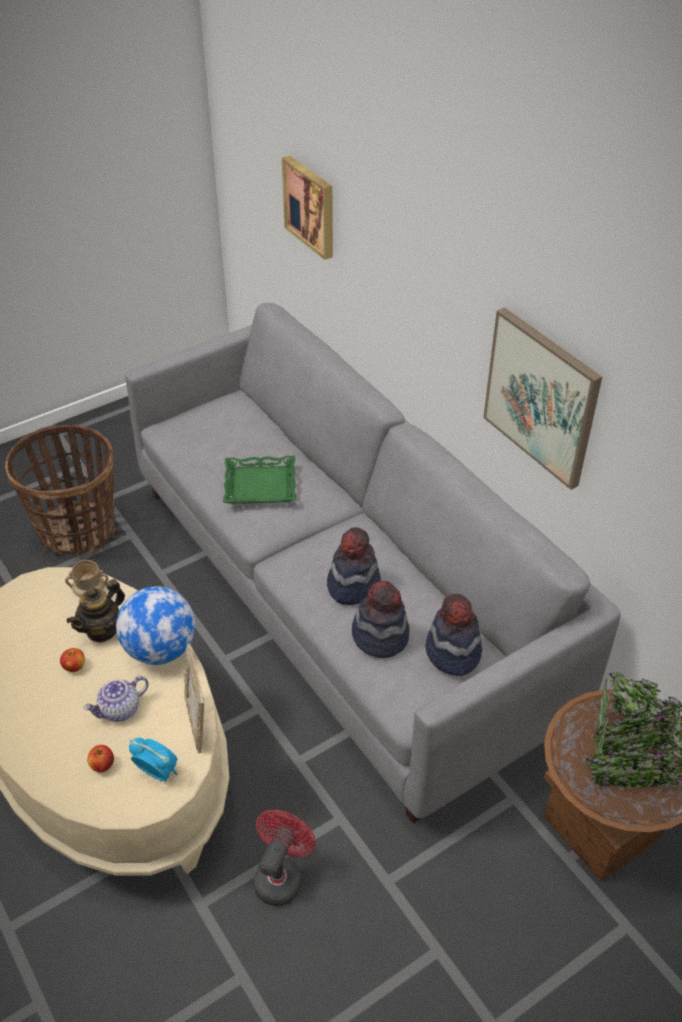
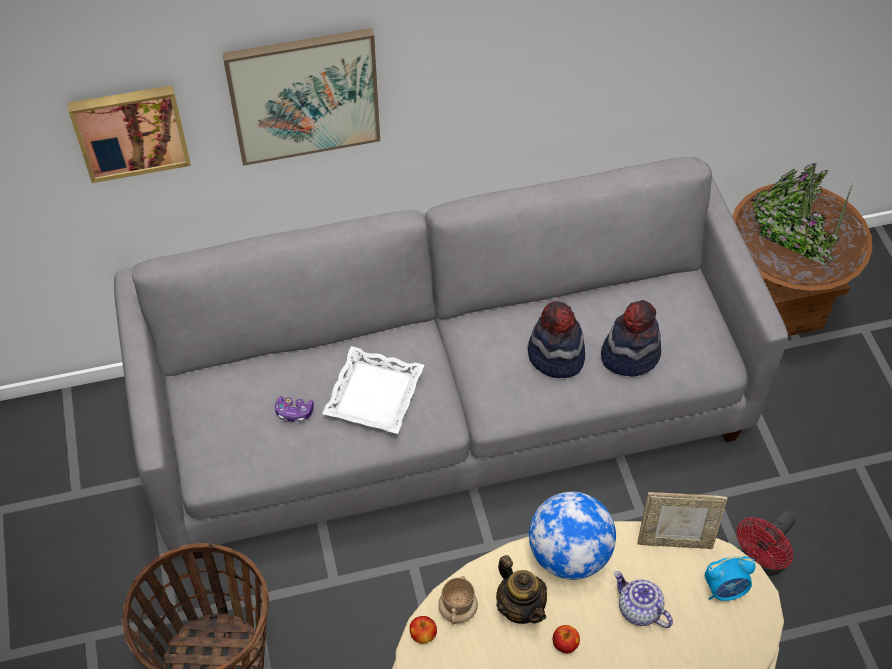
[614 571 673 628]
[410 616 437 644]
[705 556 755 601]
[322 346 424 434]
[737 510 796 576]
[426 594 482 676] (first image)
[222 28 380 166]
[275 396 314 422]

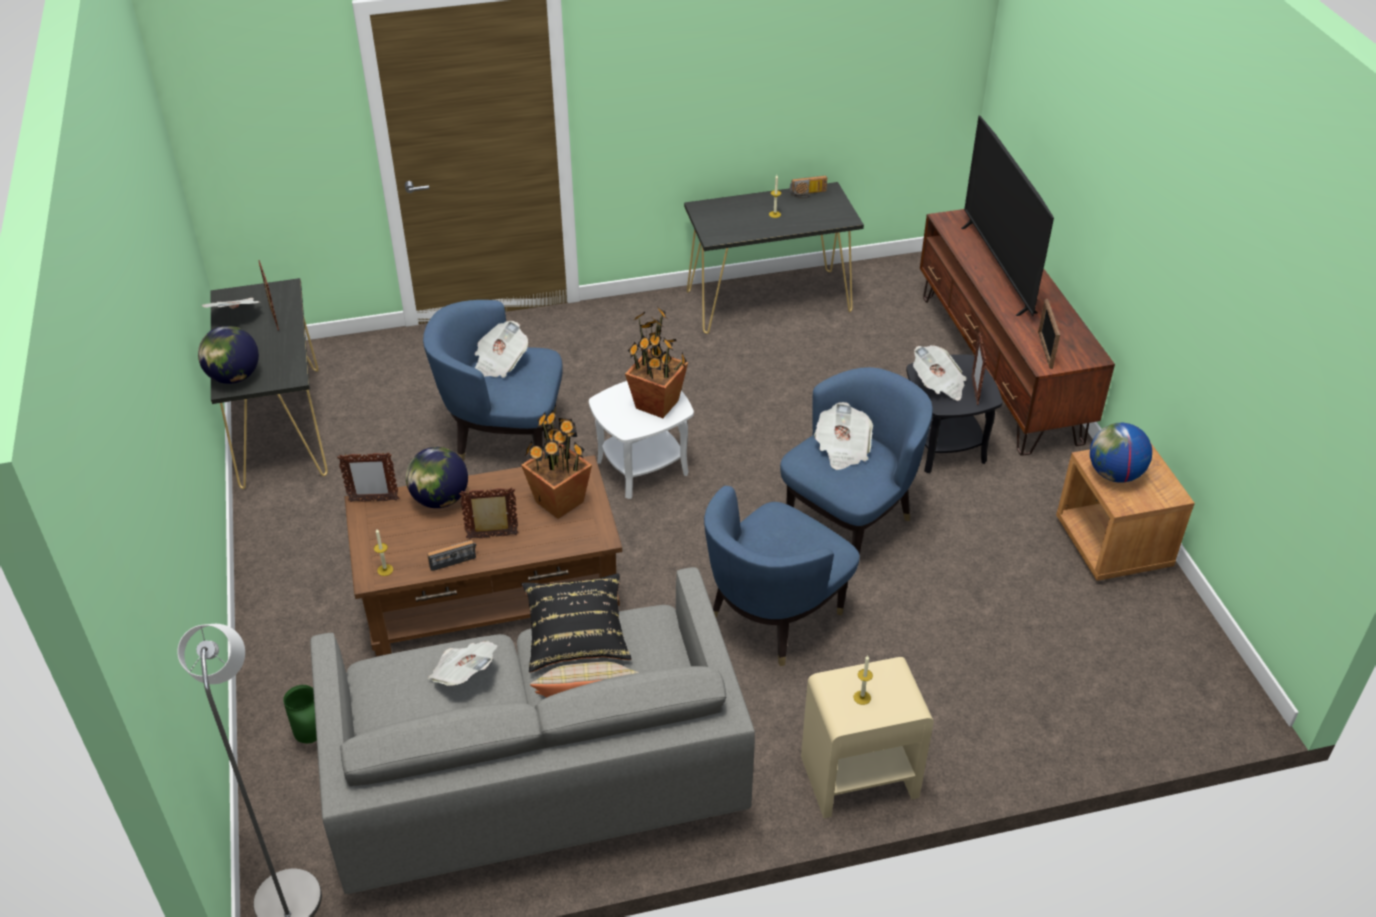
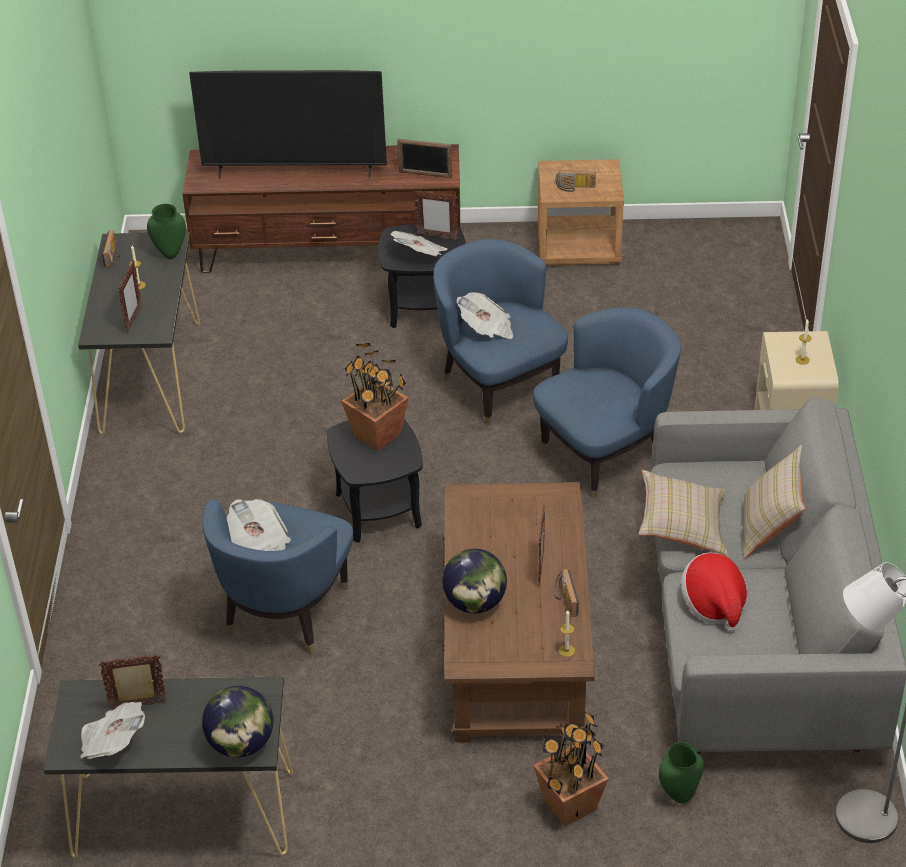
[118 260 142 333]
[681 553 747 632]
[533 710 609 827]
[639 470 728 556]
[327 419 423 543]
[533 307 681 498]
[555 170 596 192]
[147 204 186 259]

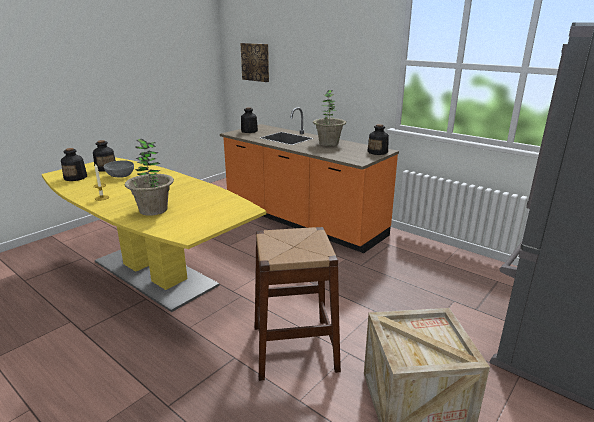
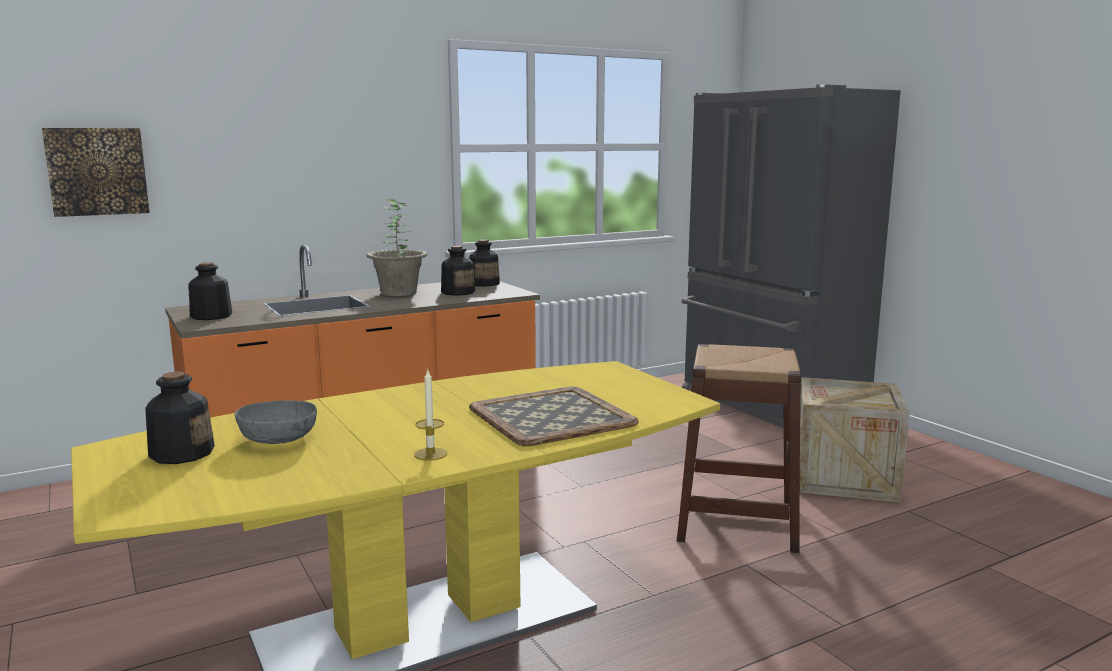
[441 246 475 296]
[469 387 638 446]

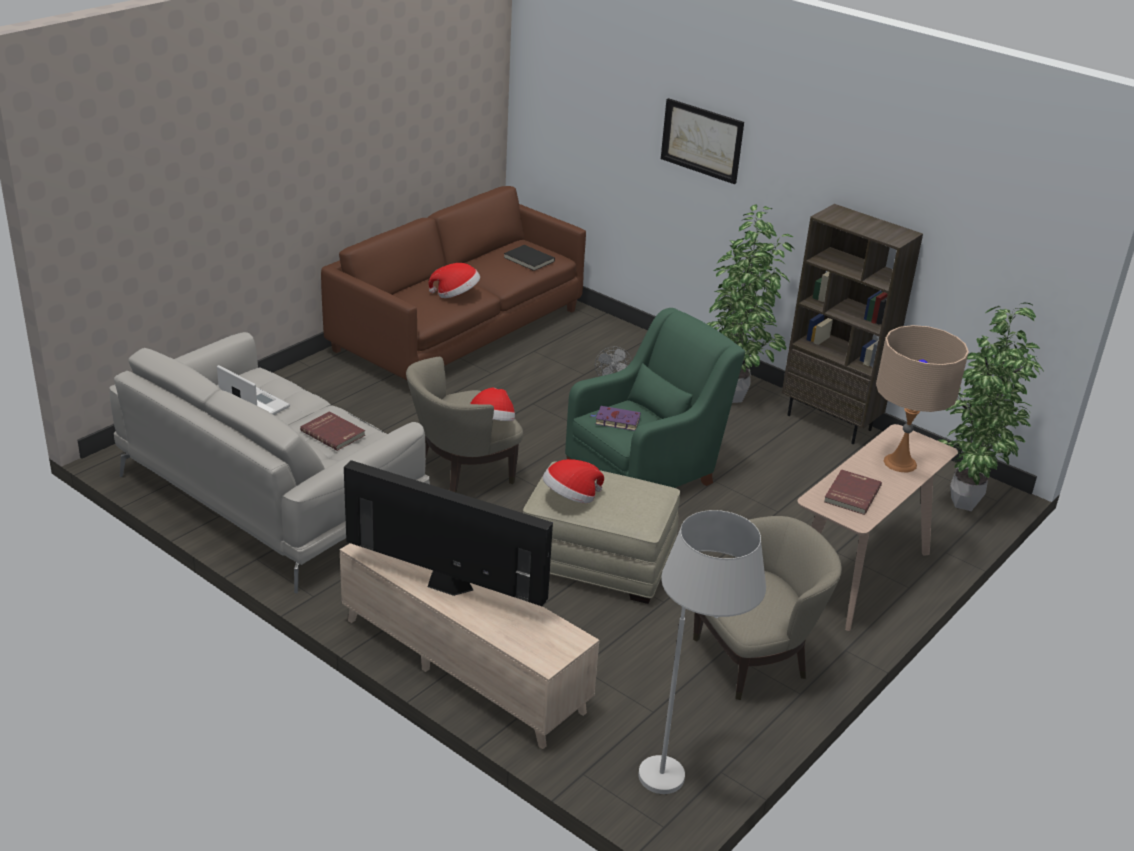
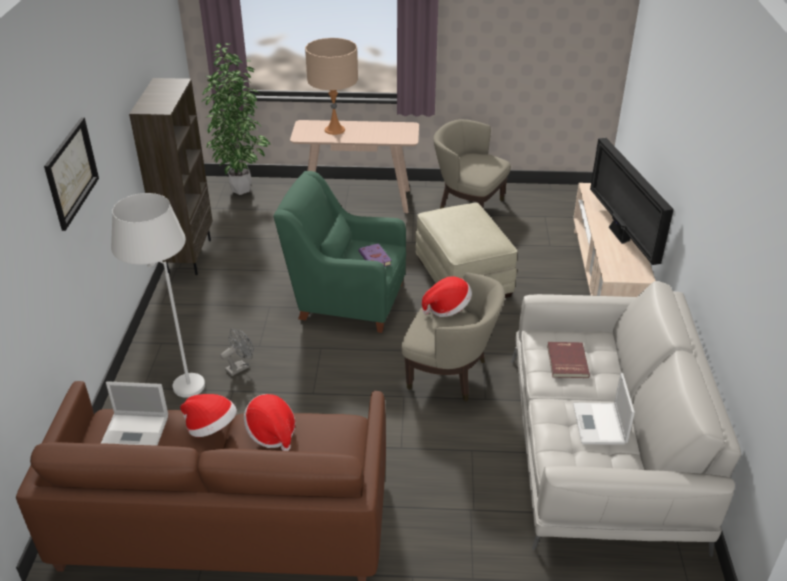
[100 381 168 446]
[180 394 237 437]
[111 193 205 398]
[707 204 794 403] (first image)
[824 469 882 515] (first image)

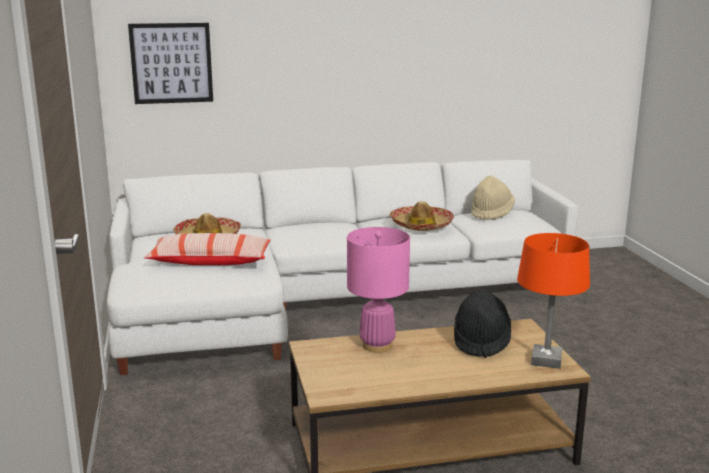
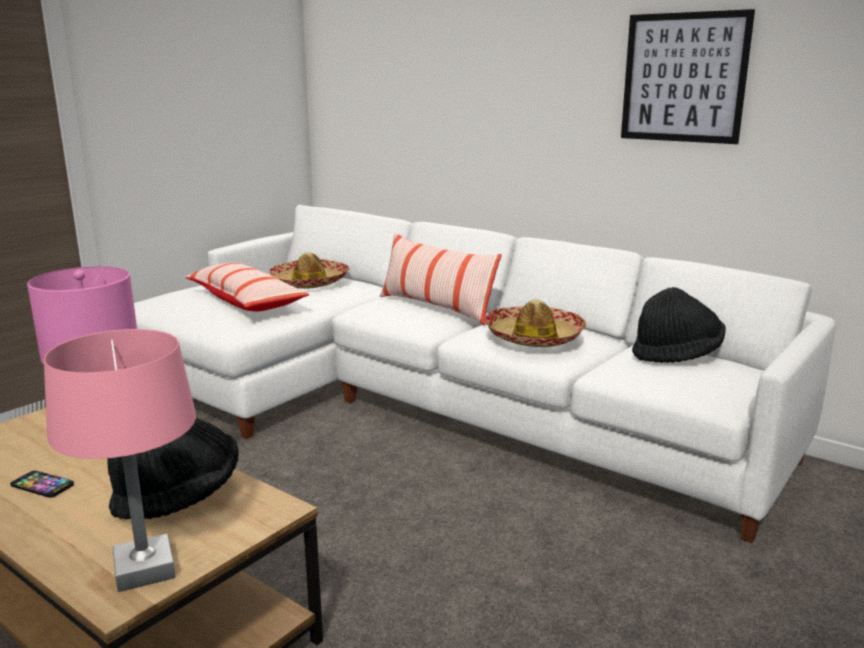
[621 9 755 144]
[632 287 726 363]
[44 329 196 592]
[10 470 74 498]
[380 232 502 325]

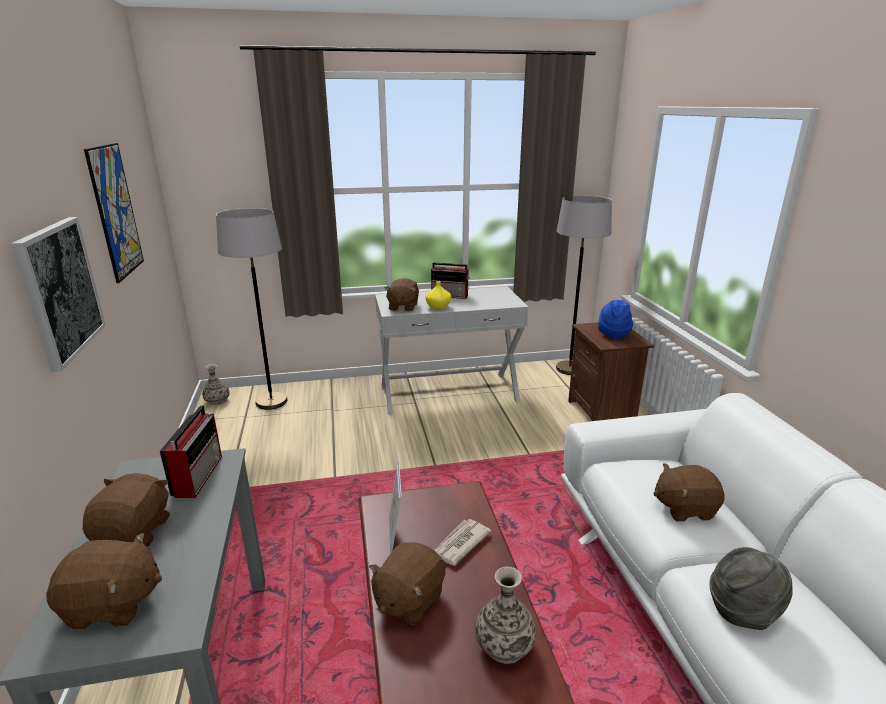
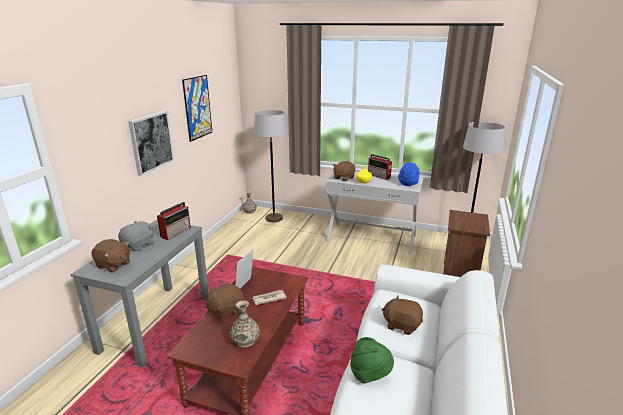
[118 221 154 251]
[398 162 419 186]
[350 337 394 384]

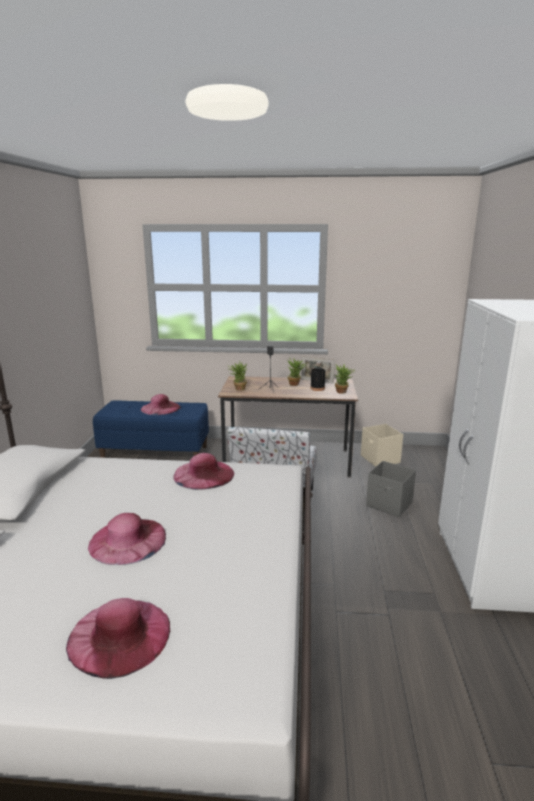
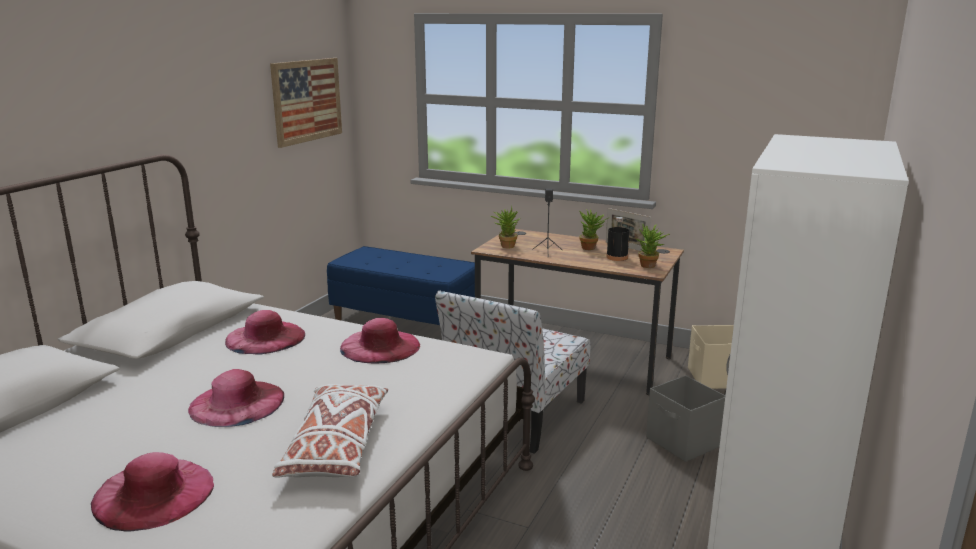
[225 310 305 354]
[270 58 342 148]
[272 384 388 478]

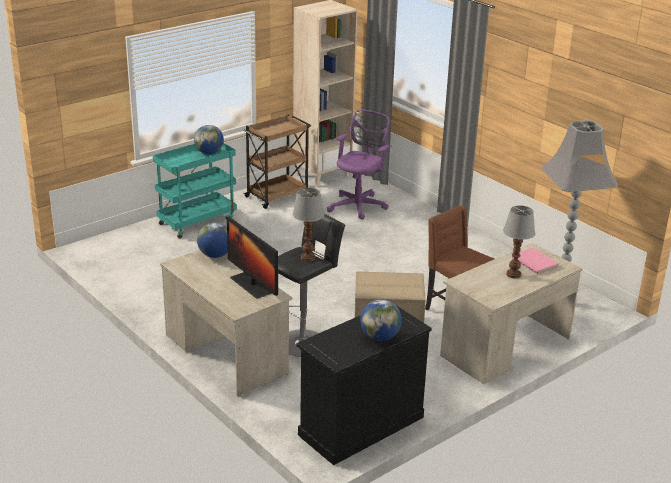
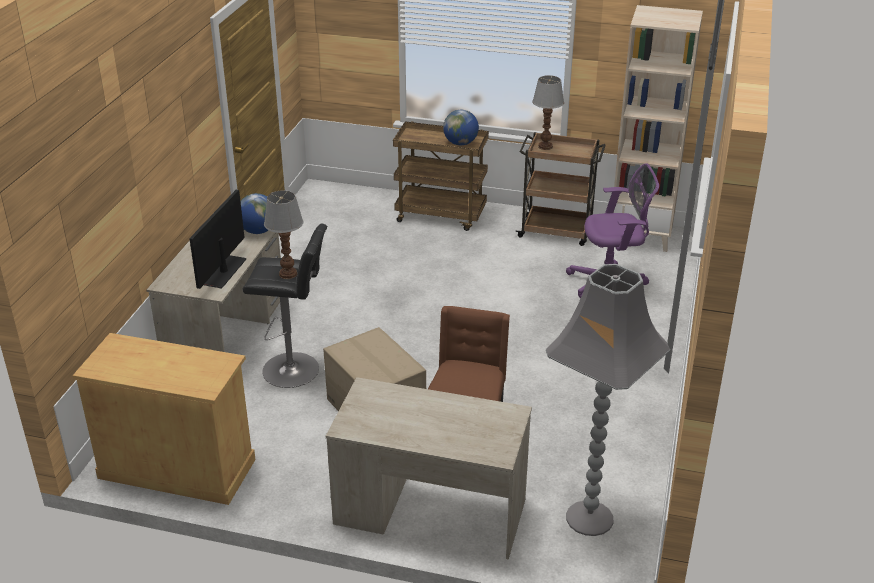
[393 121 489 231]
[73 333 255 505]
[360 299 402 341] (first image)
[532 75 564 150]
[512 248 559 275] (first image)

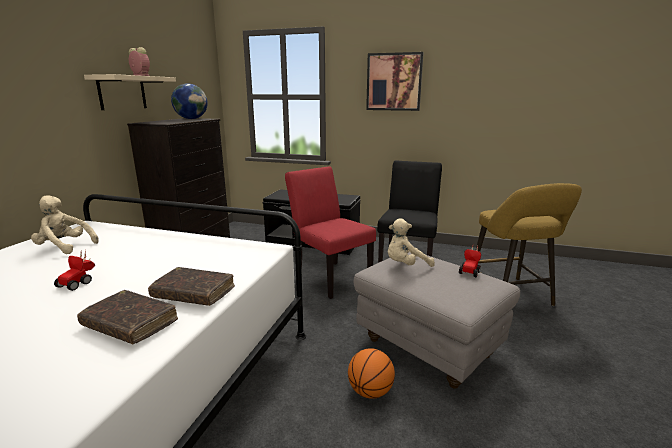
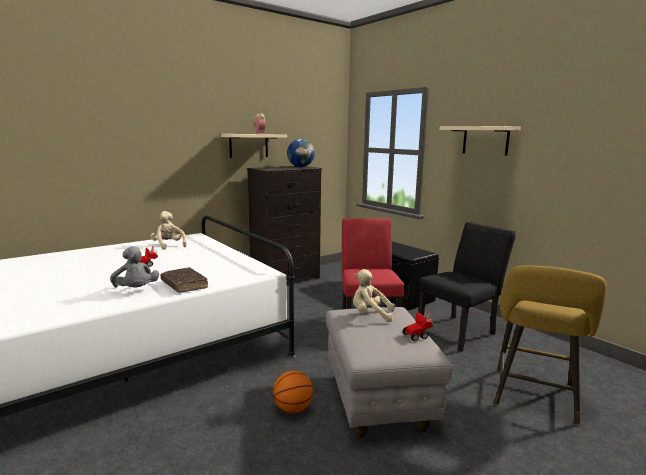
[110 246 159 288]
[439 126 521 156]

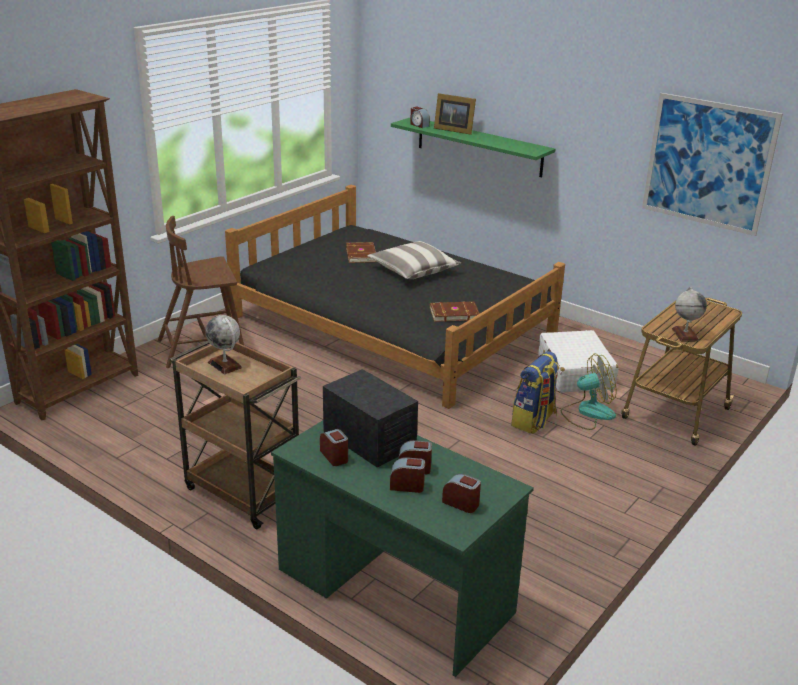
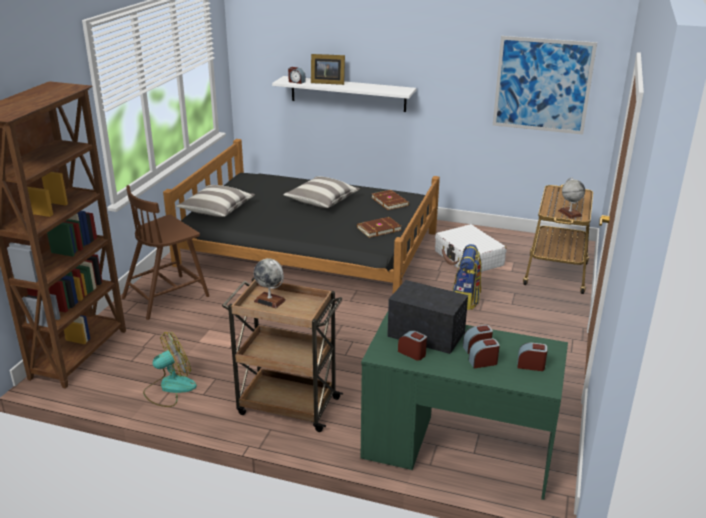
[371 190 409 210]
[272 76 416 112]
[143 332 197 407]
[176 185 255 217]

